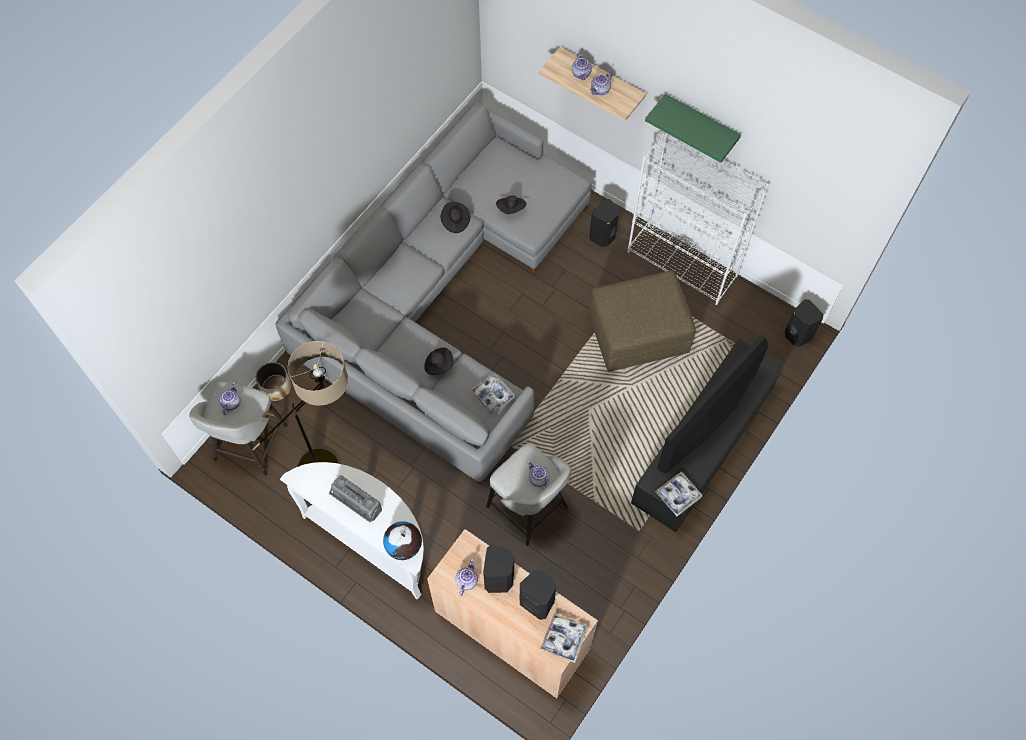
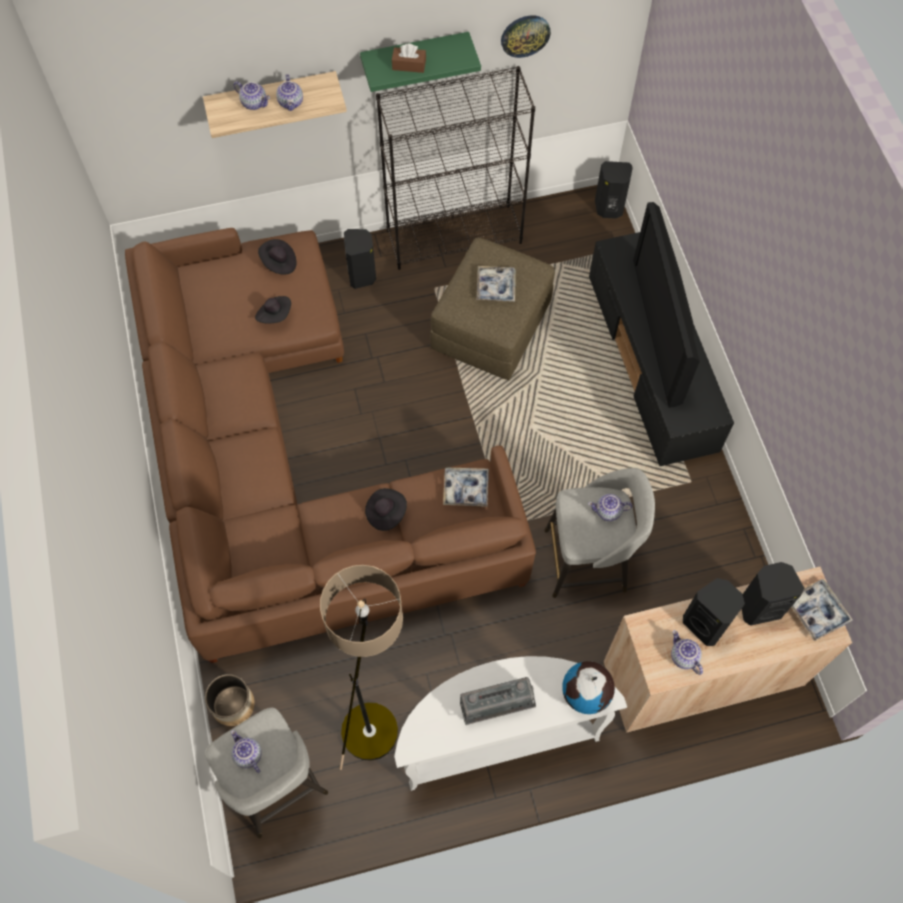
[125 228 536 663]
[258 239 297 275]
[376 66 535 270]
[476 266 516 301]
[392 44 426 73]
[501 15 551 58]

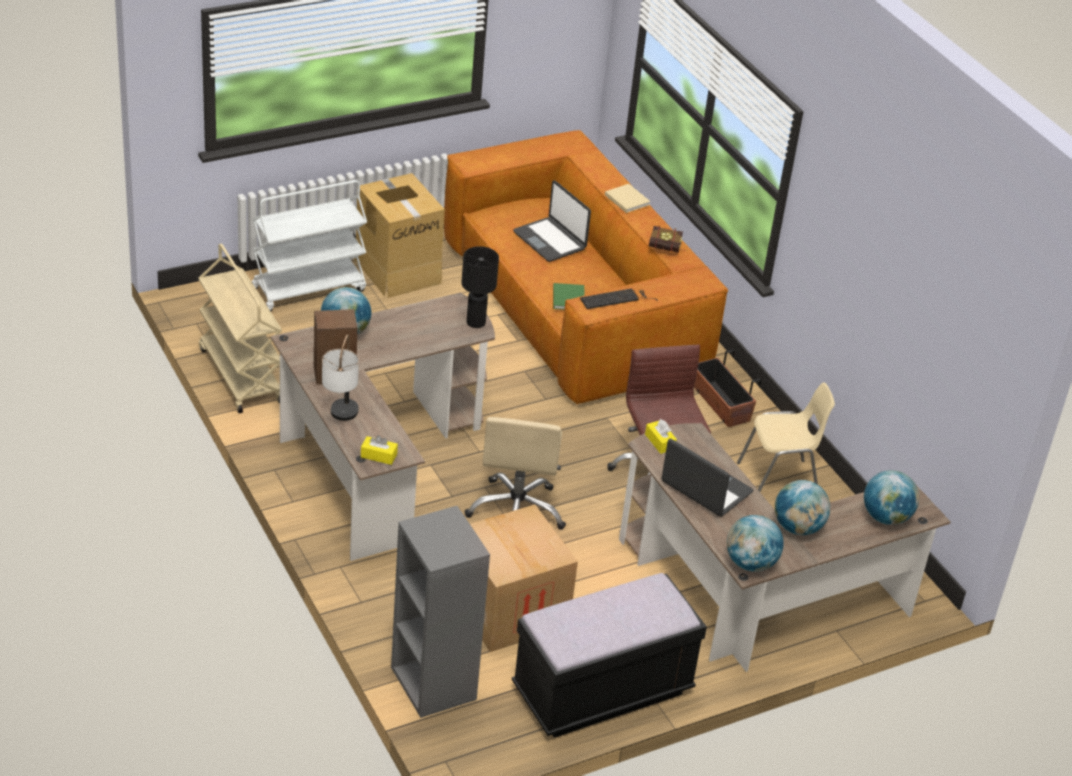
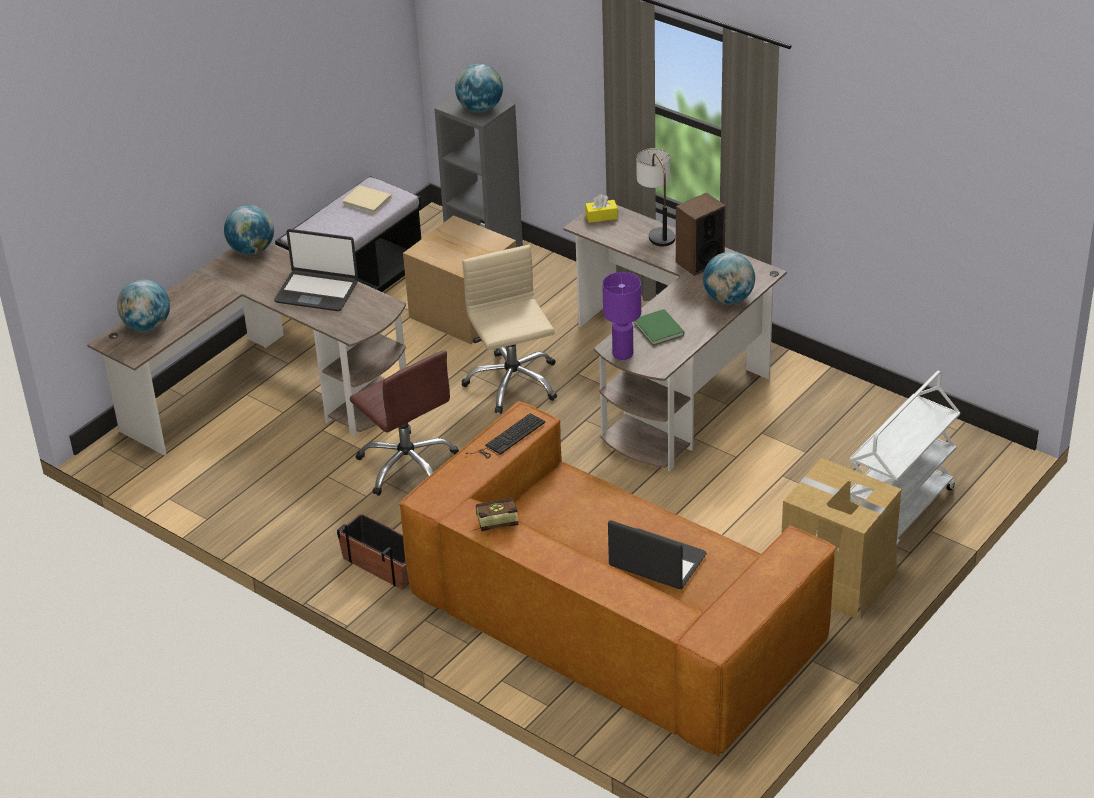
[199 244 282 413] (first image)
[602 272 641 360]
[633 309 684 345]
[342 185 392 214]
[645 419 677 454] (first image)
[737 383 835 492] (first image)
[455 64 503 112]

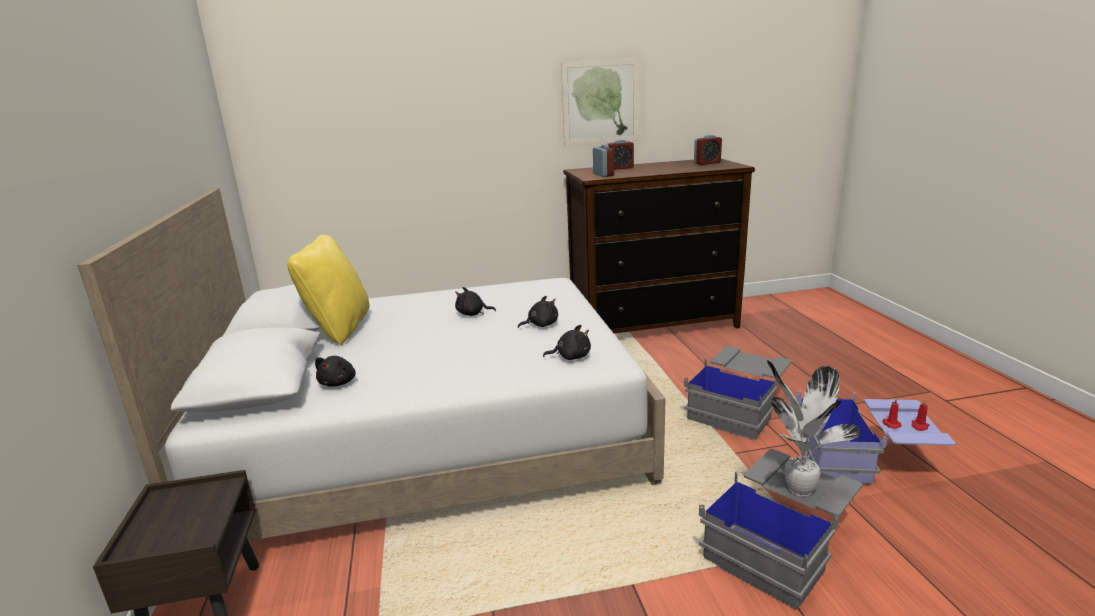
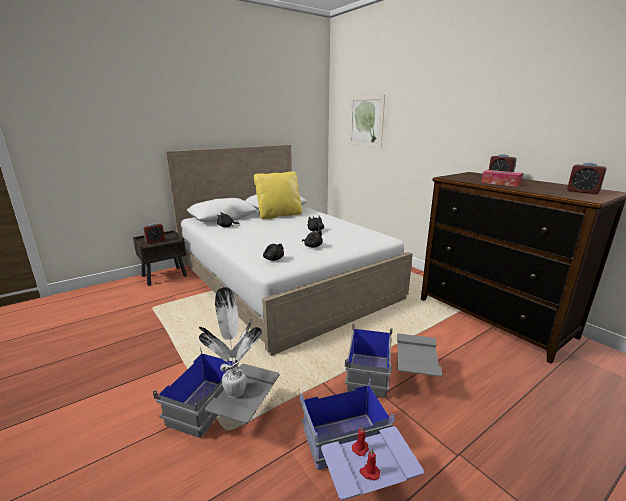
[349 95 385 147]
[143 223 165 244]
[481 170 523 187]

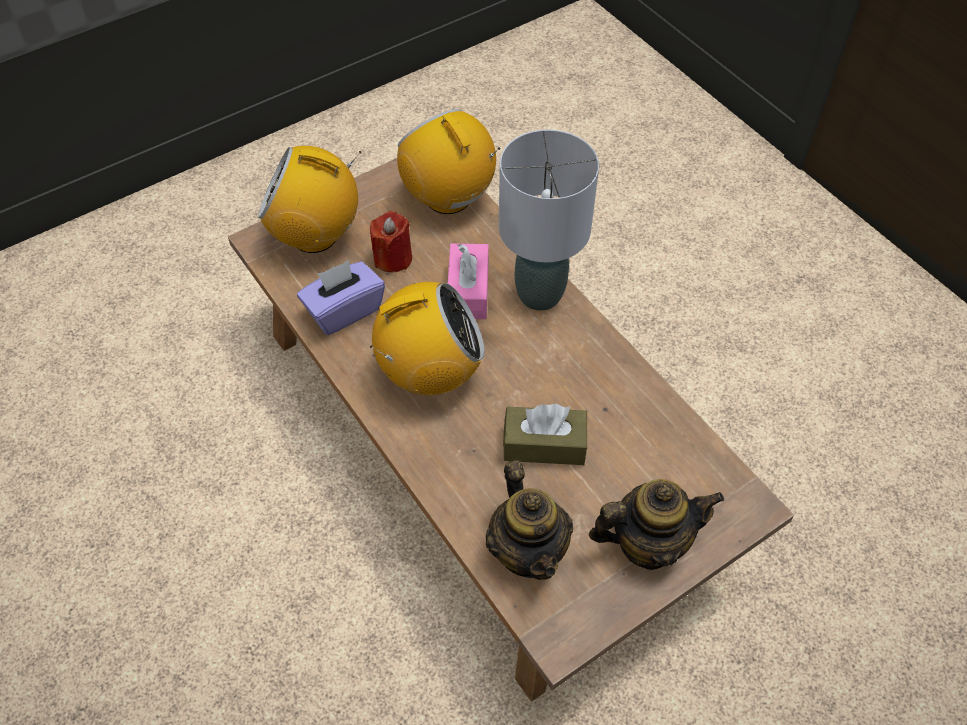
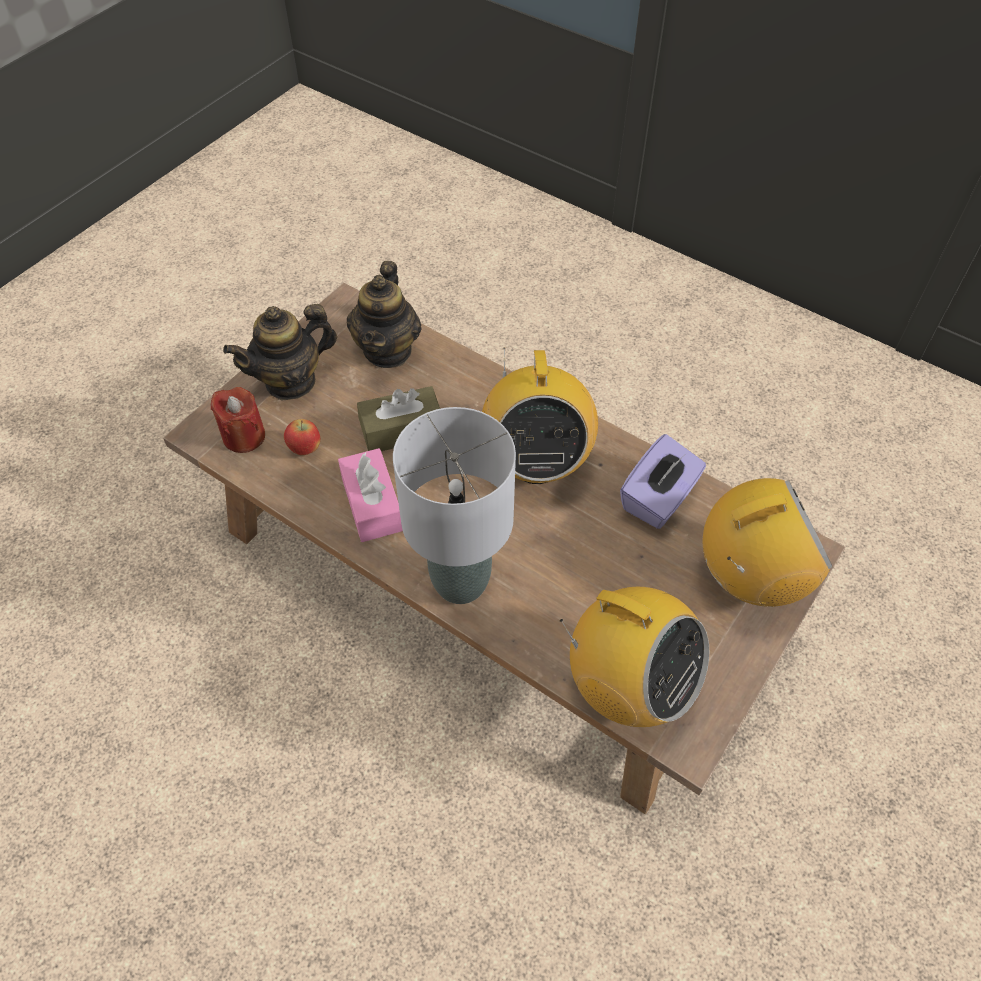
[211 387 265 453]
[482 348 598 484]
[338 448 403 542]
[347 261 421 368]
[284 419 320 455]

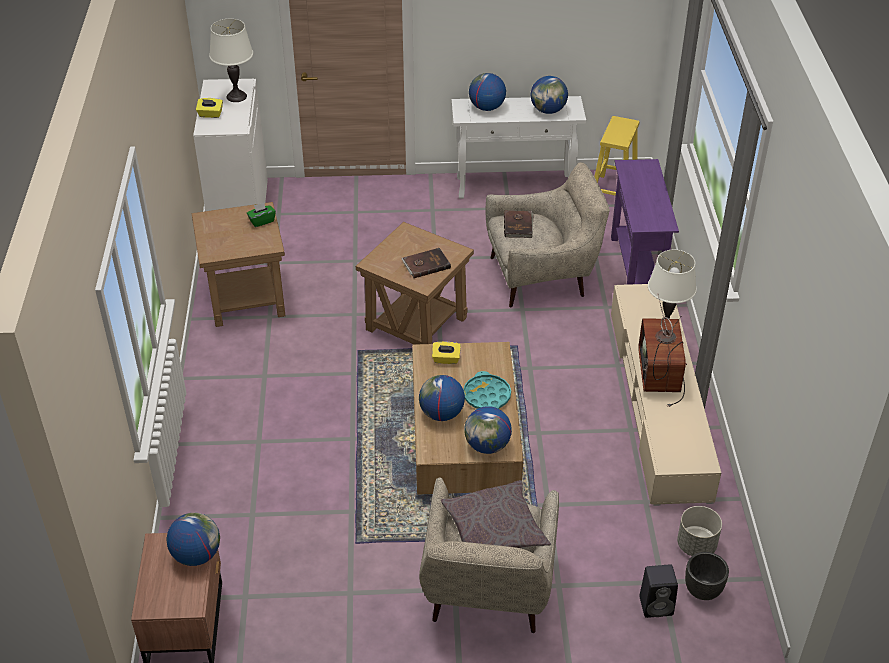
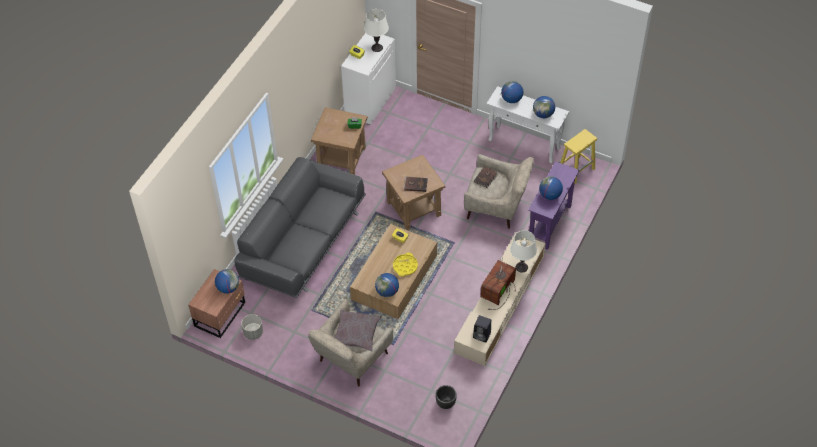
[539 176 563 200]
[393 253 418 276]
[473 315 491 343]
[241 314 263 340]
[234 157 366 298]

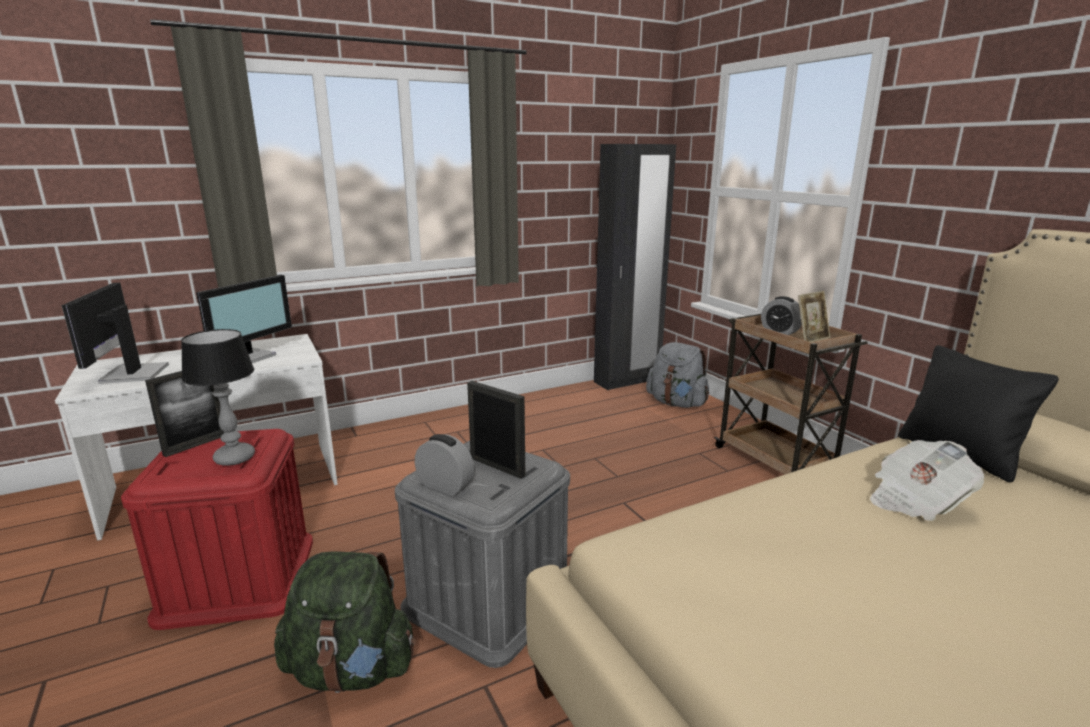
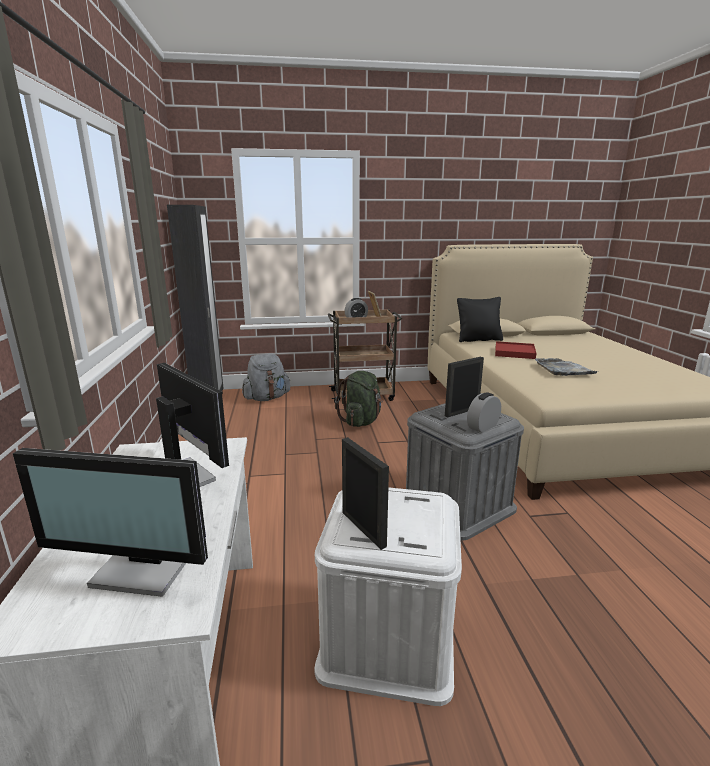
[314 487 462 706]
[181 329 255 466] (first image)
[335 371 383 427]
[495 341 537 359]
[535 358 600 376]

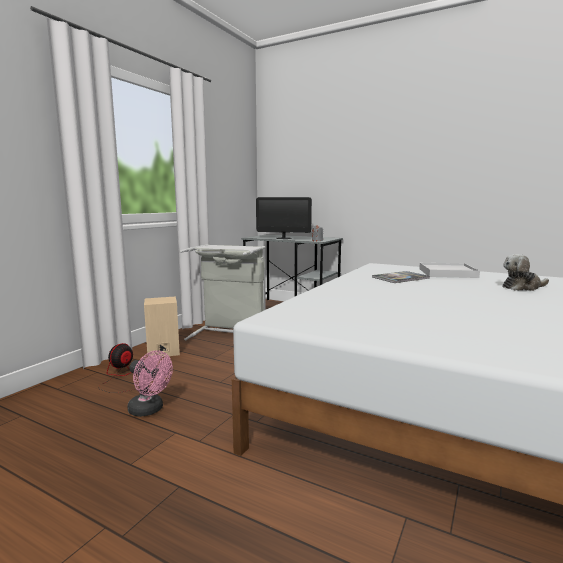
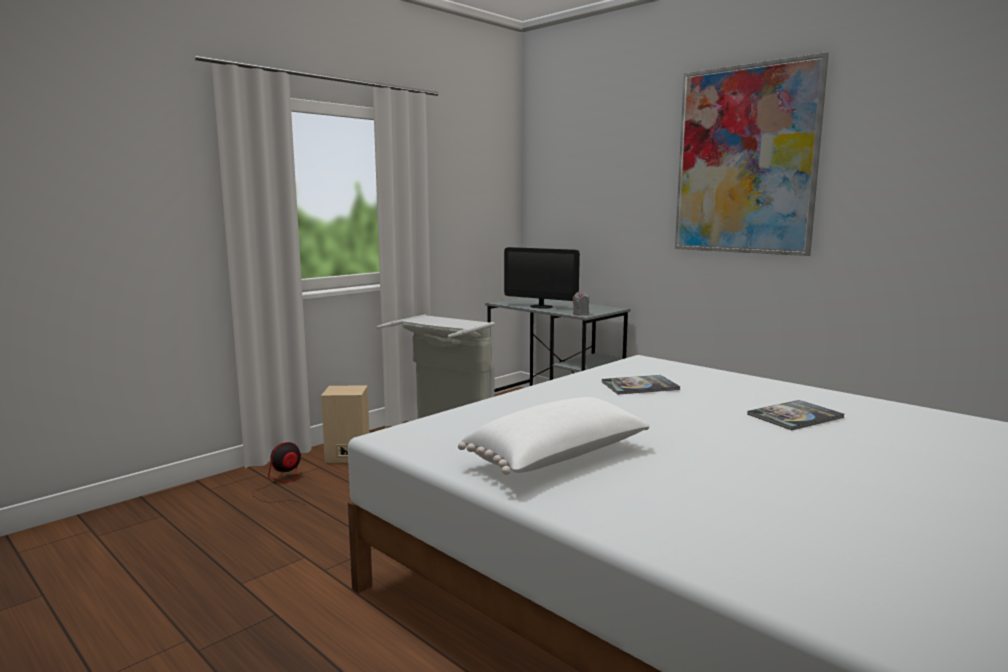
[128 351 173 417] (first image)
[419 263 480 278] (first image)
[747 400 844 430]
[458 397 650 475]
[675 52 829 256]

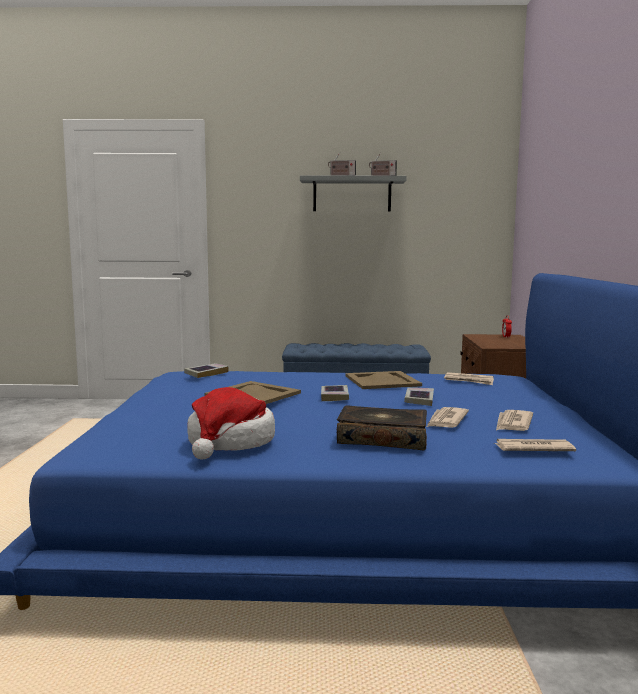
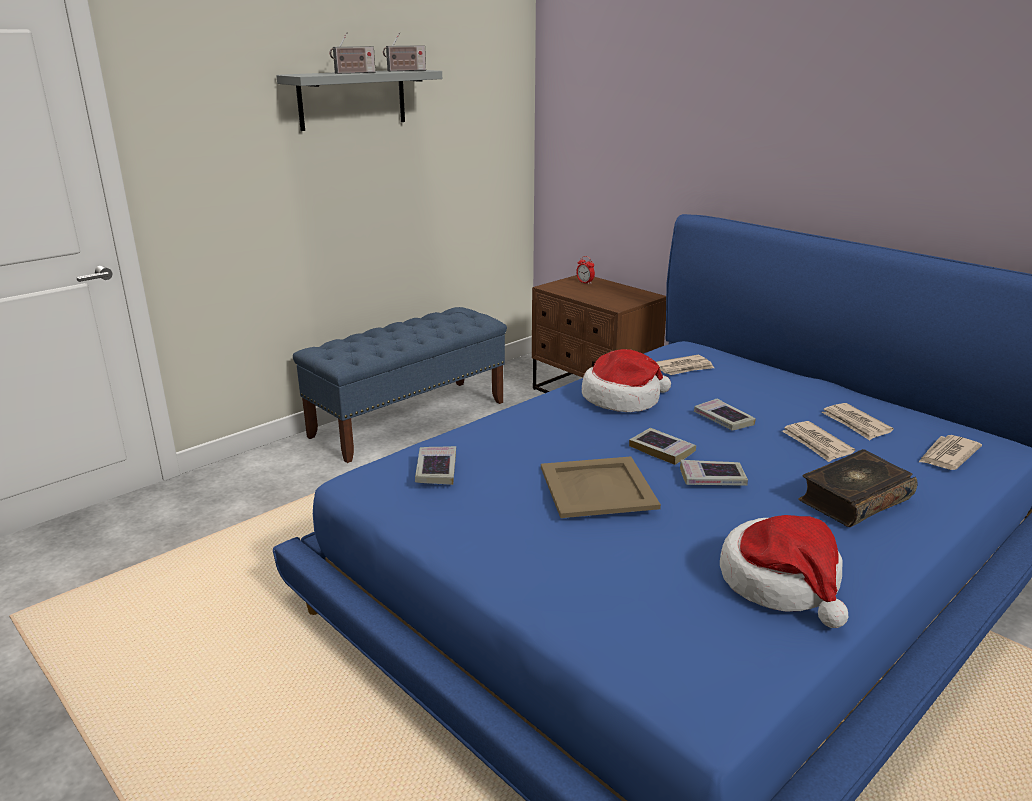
[582 349 671 412]
[680 460 748 486]

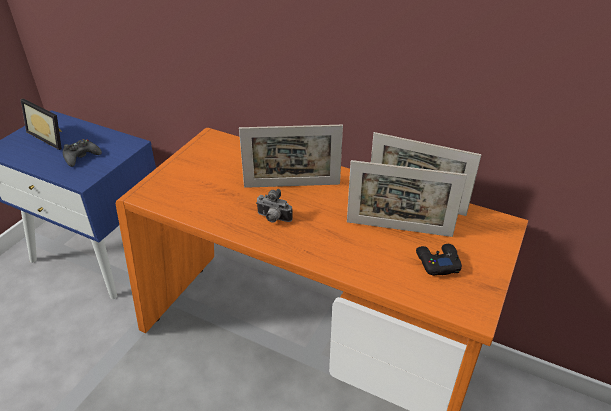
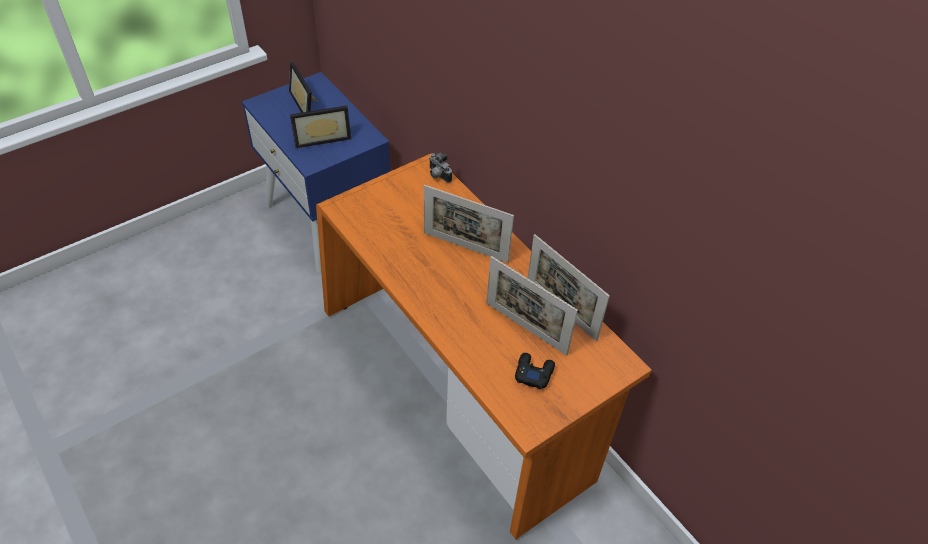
[290 106 351 148]
[429 153 452 183]

